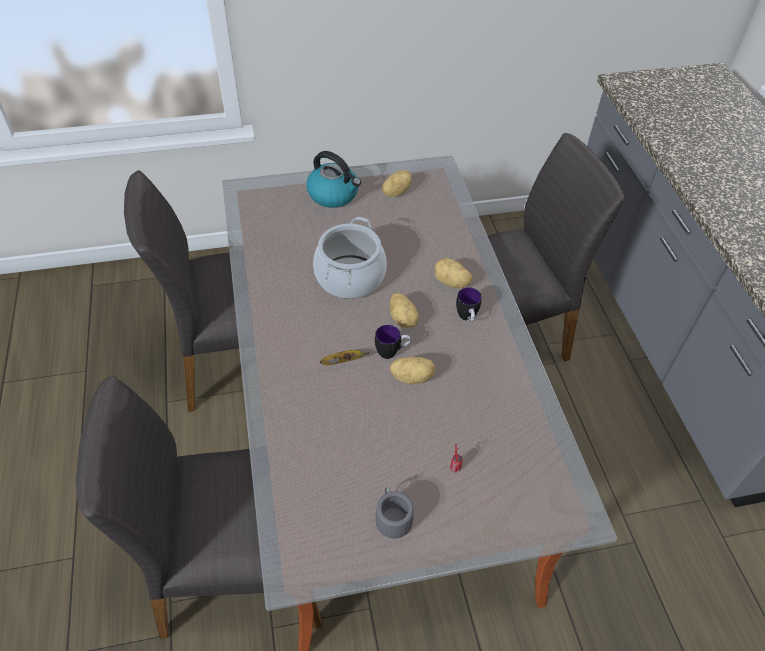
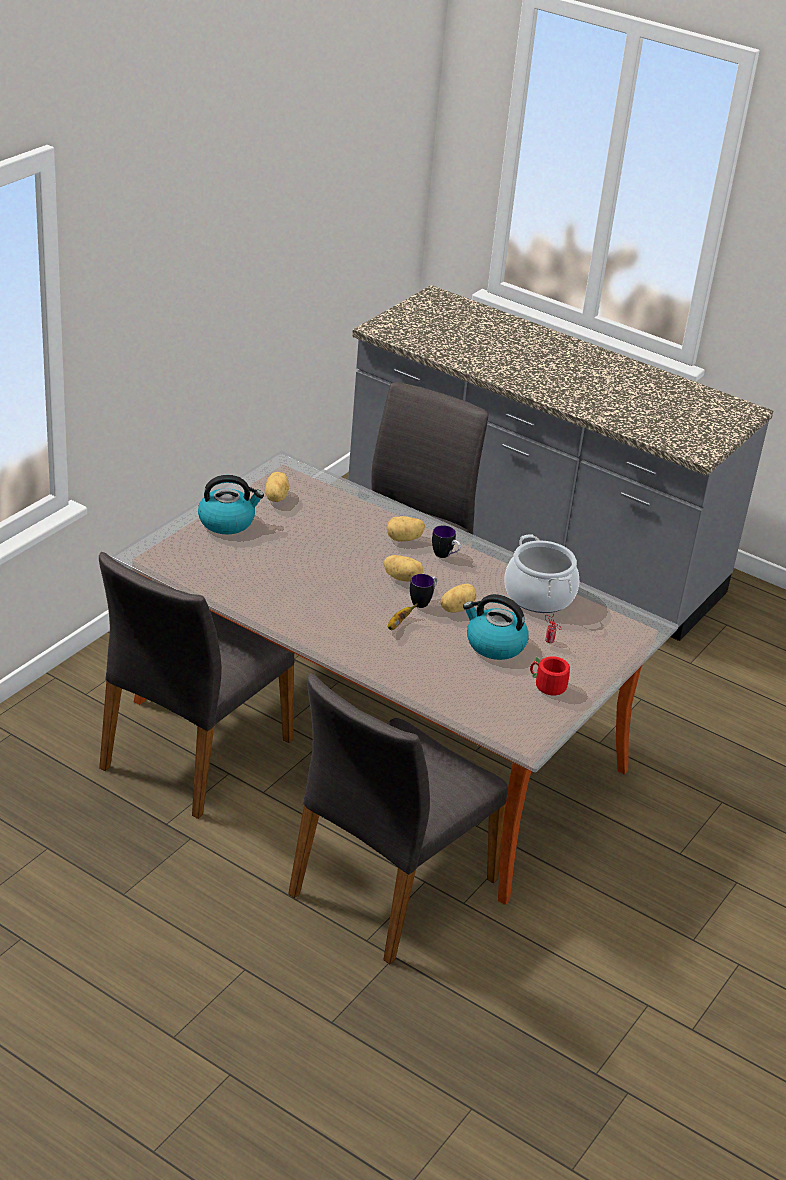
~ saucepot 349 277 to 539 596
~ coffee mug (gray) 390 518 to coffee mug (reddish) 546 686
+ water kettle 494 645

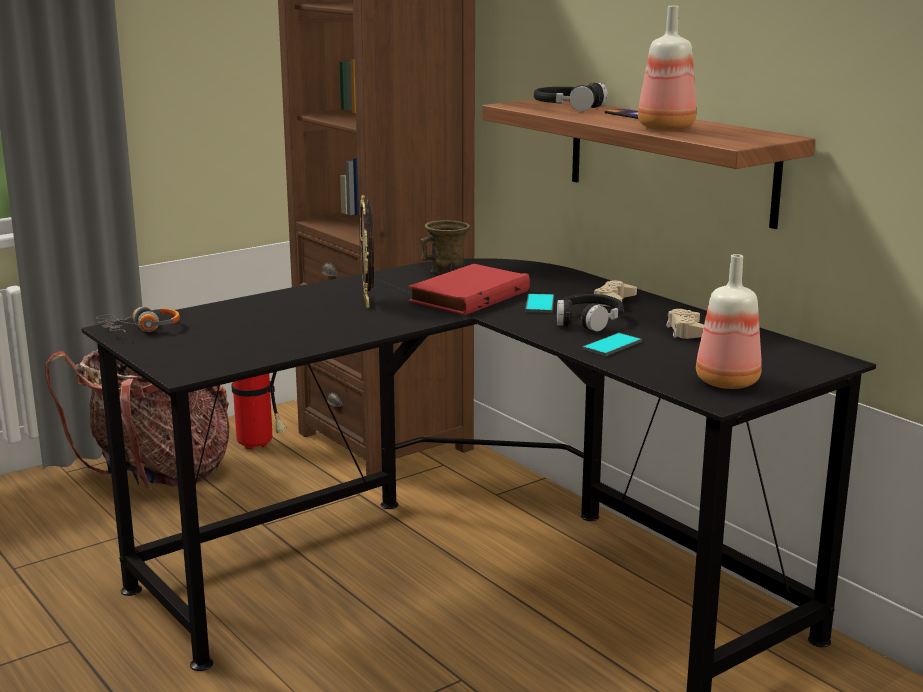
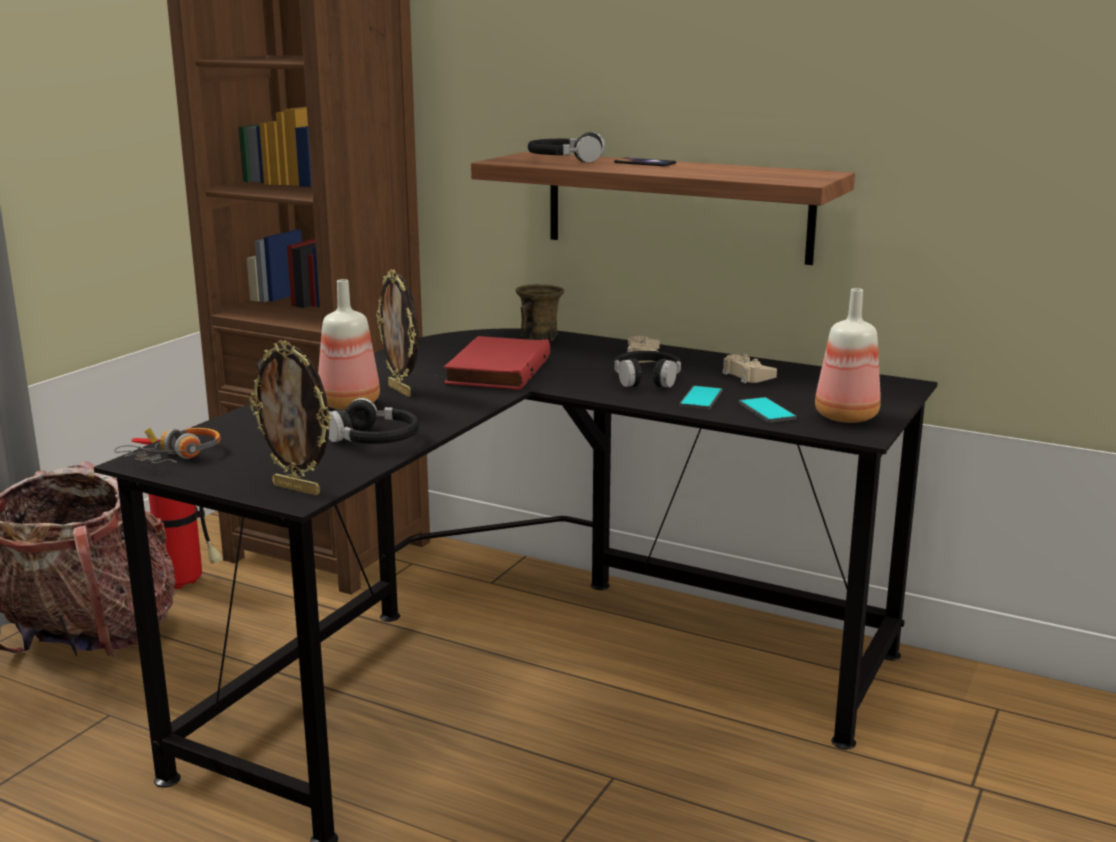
~ beverage bottle 664 128 to 347 404
~ coffee mug (brown-coloured) 447 270 to 540 337
~ handset 539 304 to 766 411
+ picture frame 298 489
+ pair of headphones (black-coloured) 374 439

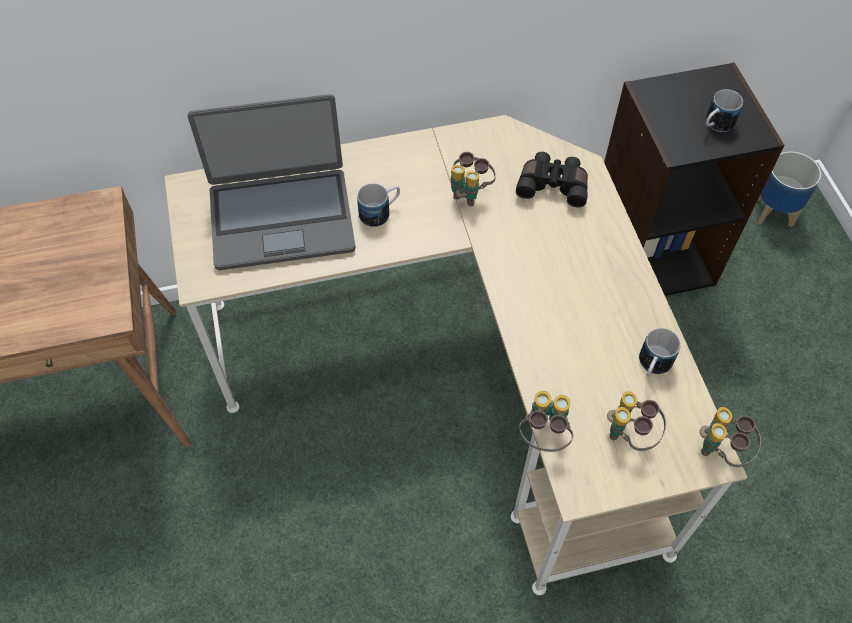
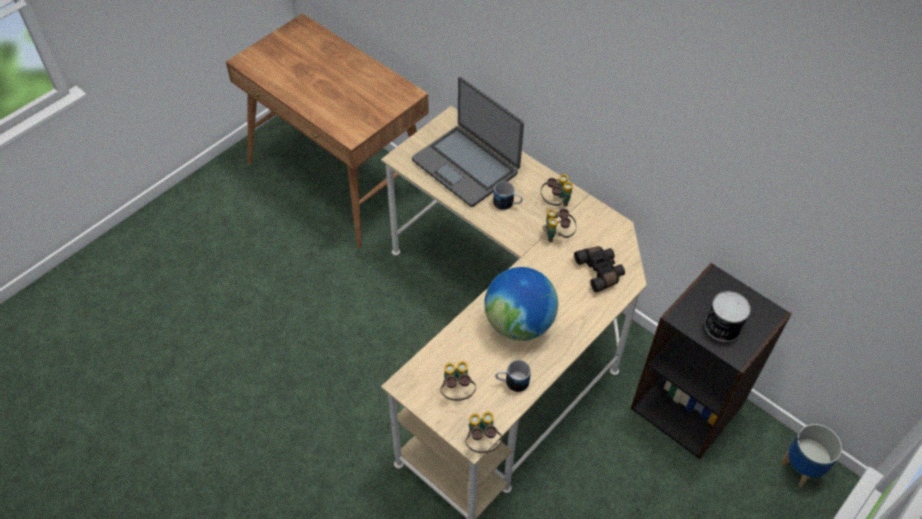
~ coffee mug 715 125 to metal can 722 327
~ pair of binoculars 544 435 to 555 203
+ desk globe 519 323

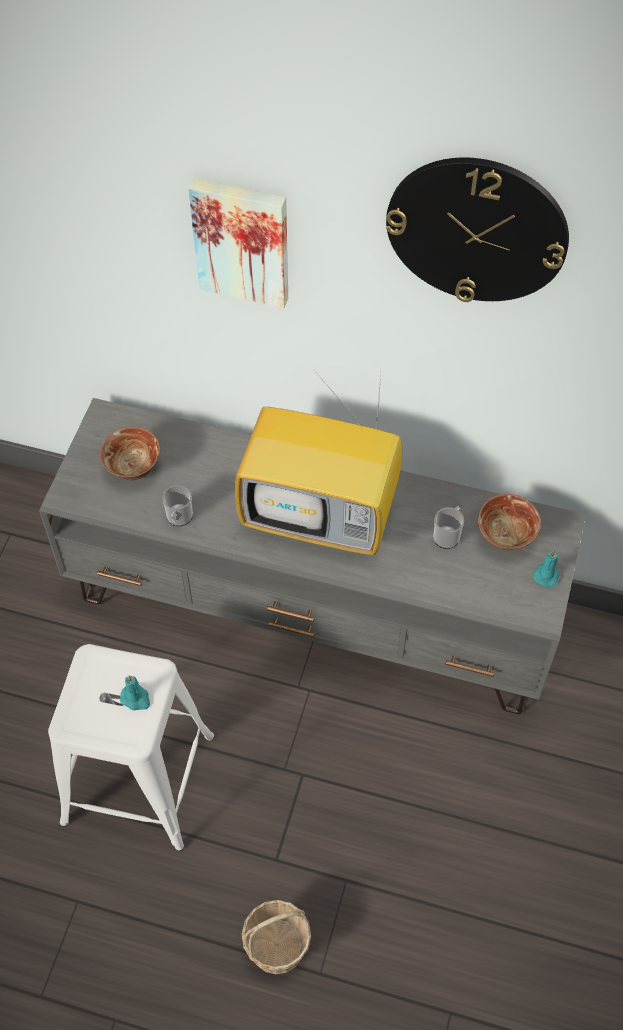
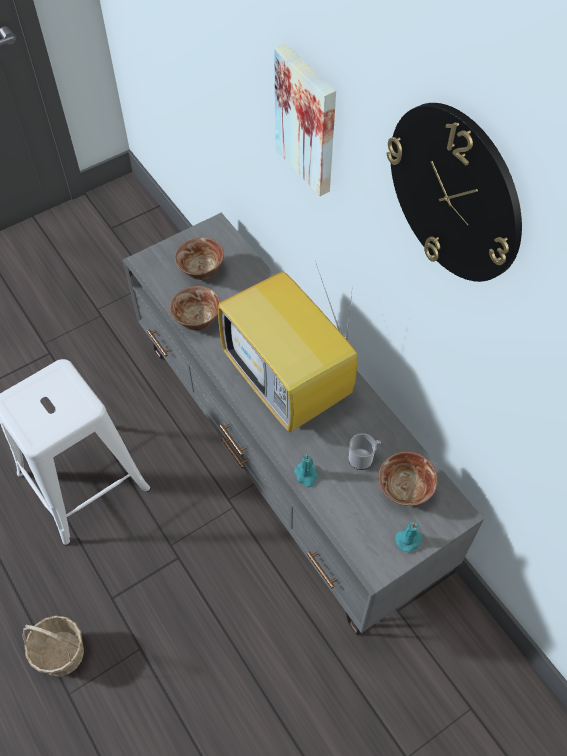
~ coffee mug 179 518 to bowl 197 321
~ candle (turquoise-coloured) 136 699 to 306 475

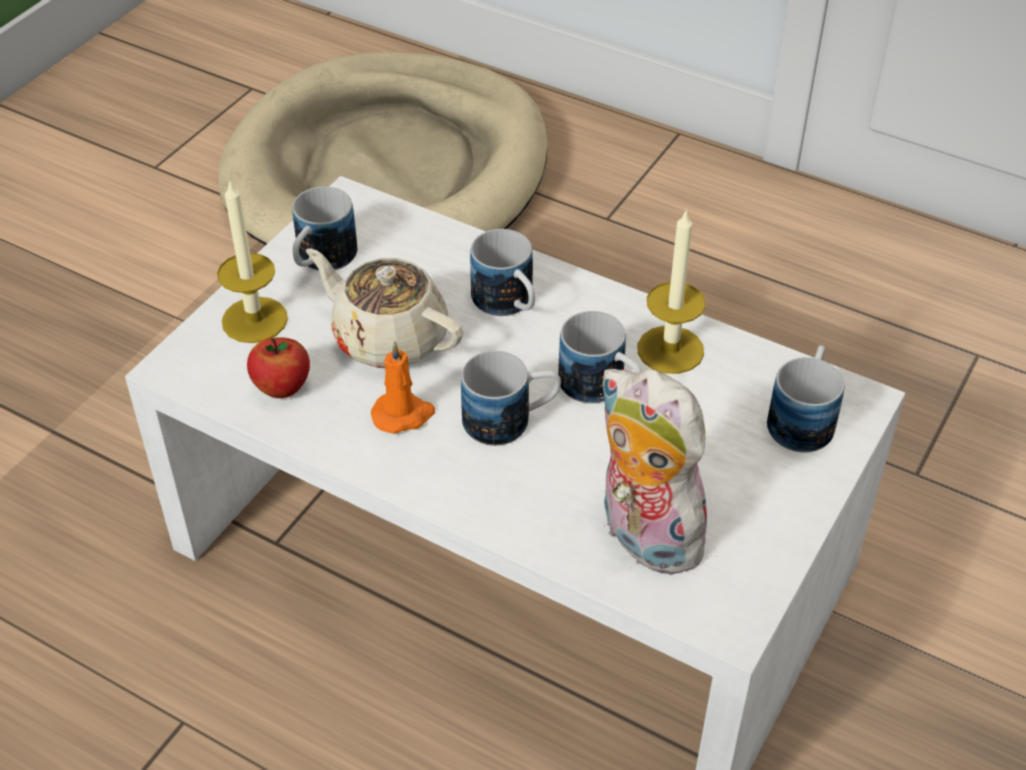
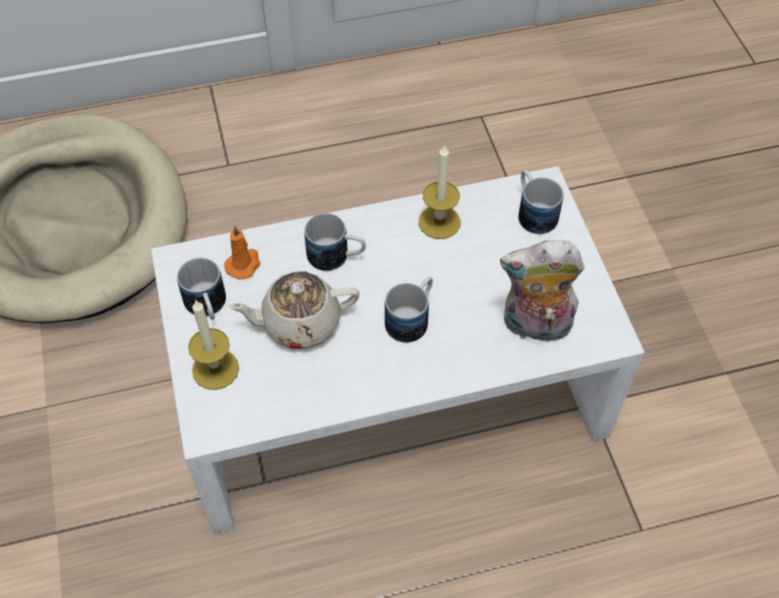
- coffee mug 602 389
- apple fruit 282 388
~ candle (orangey) 403 415 to 244 264

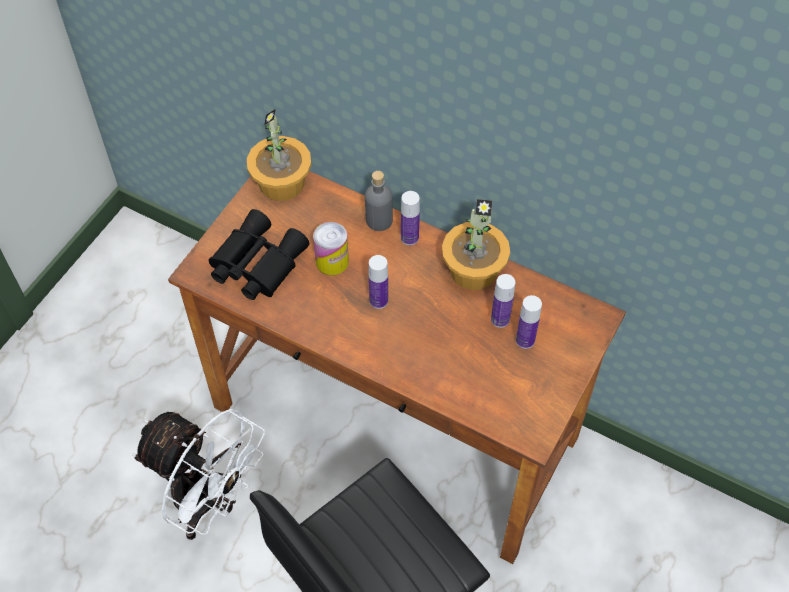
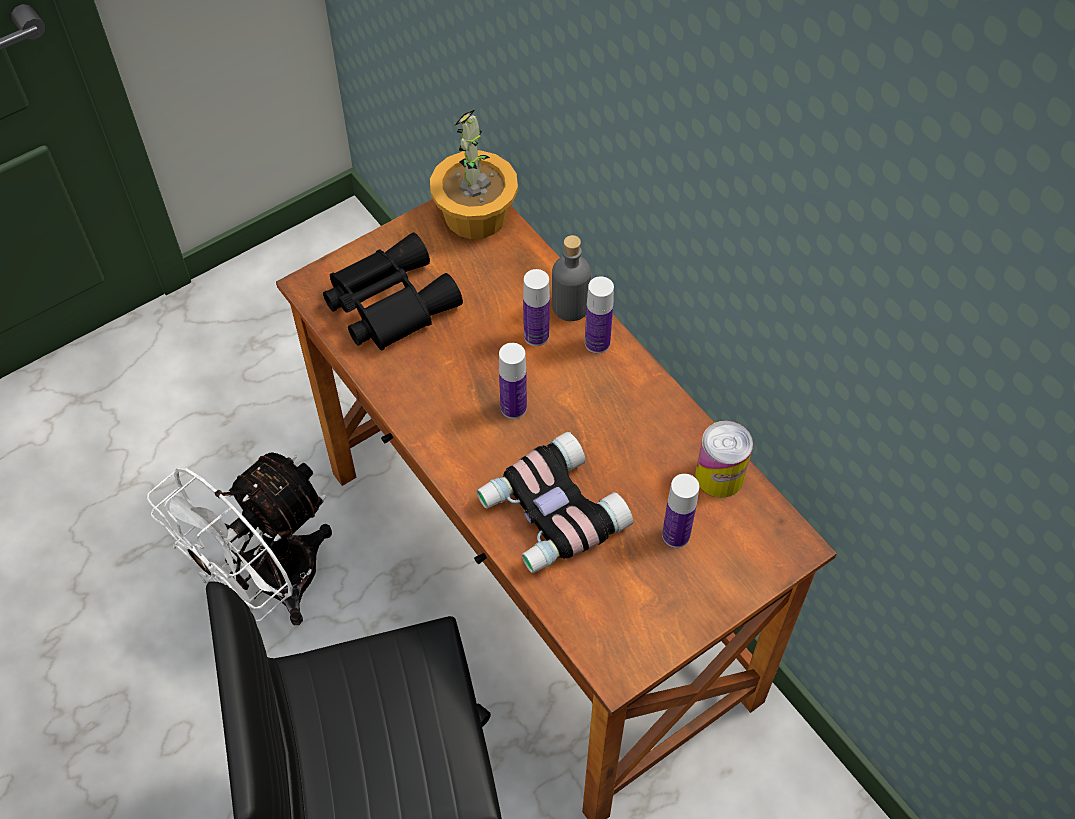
- potted plant 473 269
~ metal can 332 261 to 719 476
~ beverage bottle 500 319 to 536 336
~ electric fan (whitish) 209 502 = 269 584 75 degrees clockwise
+ pair of binoculars 550 514

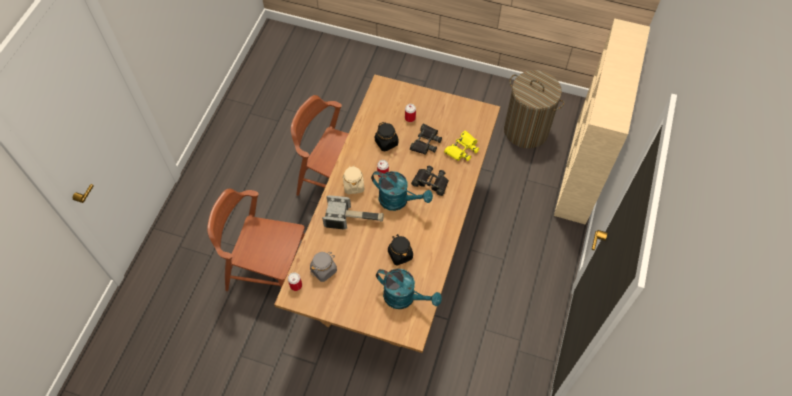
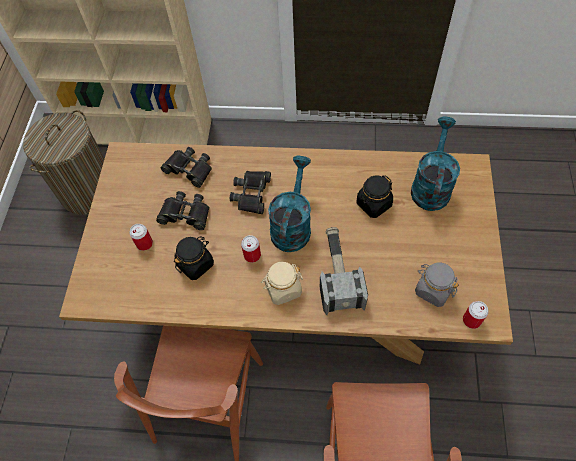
~ pair of binoculars (yellow) 462 149 to pair of binoculars (black-coloured) 189 169

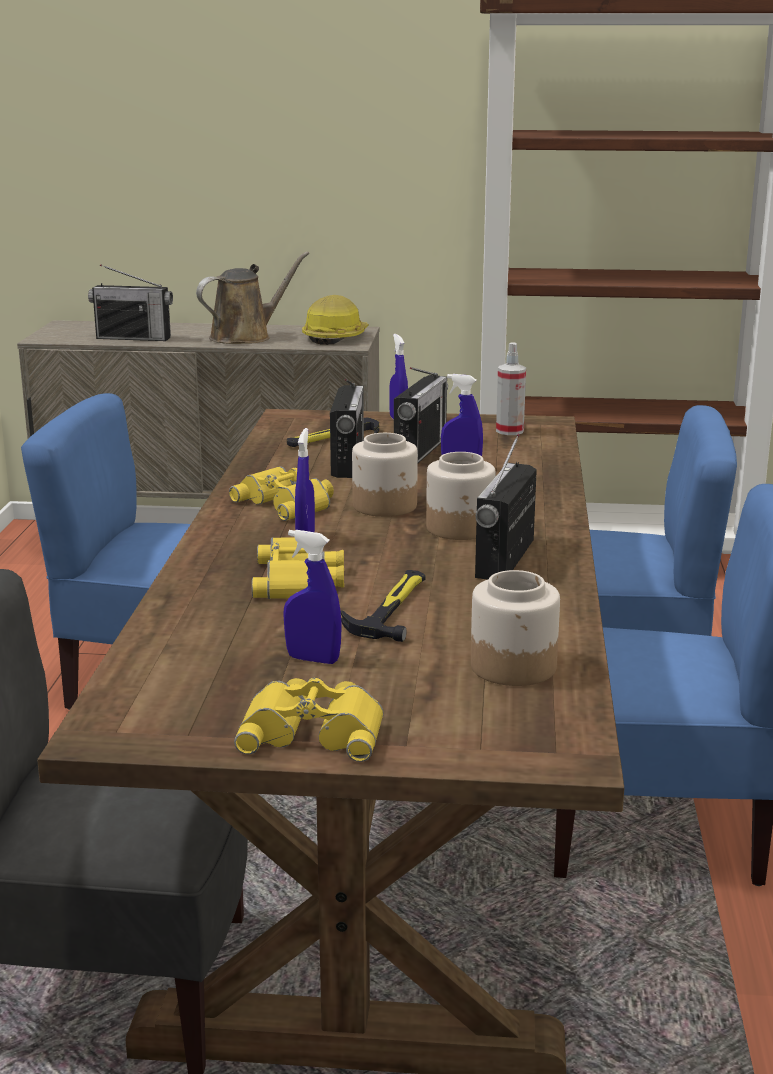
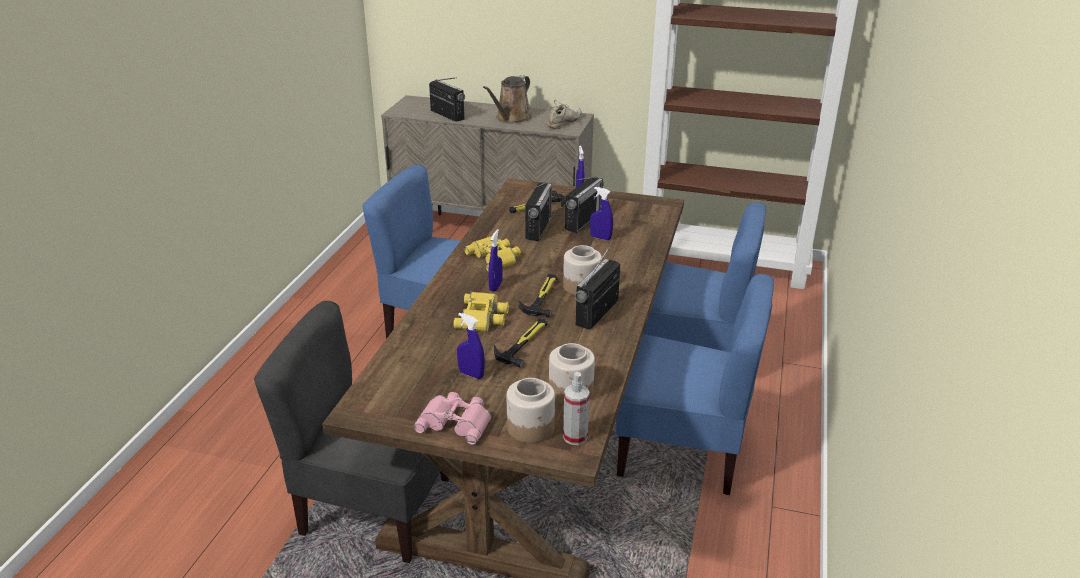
~ watering pot (brown-coloured) 245 337 = 511 118 150 degrees clockwise
~ radio set 134 338 = 447 115 150 degrees counterclockwise
~ work helmet 335 337 to shoe (beige-coloured) 564 122
~ spray bottle 509 431 to 575 437
~ jar 385 506 to 531 428
~ pair of binoculars (yellow) 314 730 to pair of binoculars (pinkish) 456 422
+ tool hammer 542 297

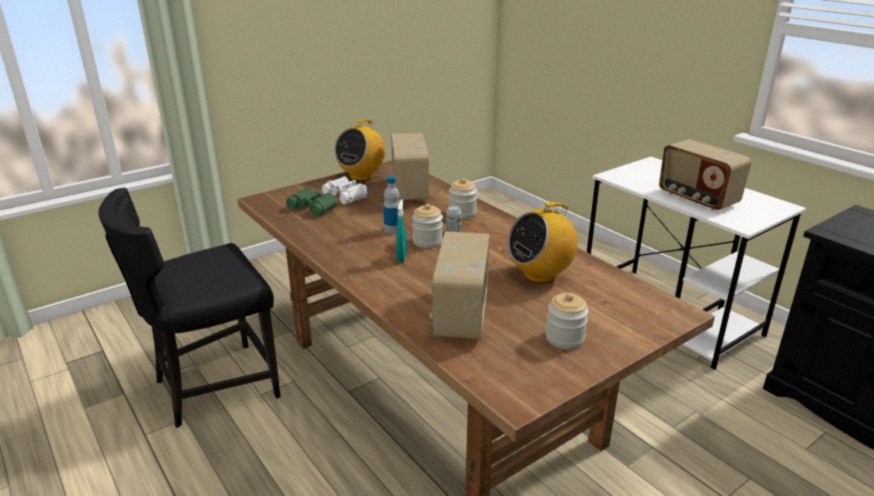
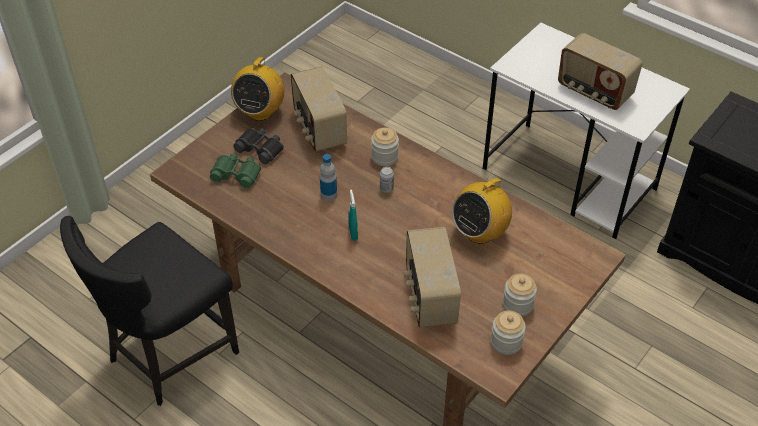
~ pair of binoculars (whitish) 347 195 to pair of binoculars (black-coloured) 260 149
~ jar 427 241 to 506 342

